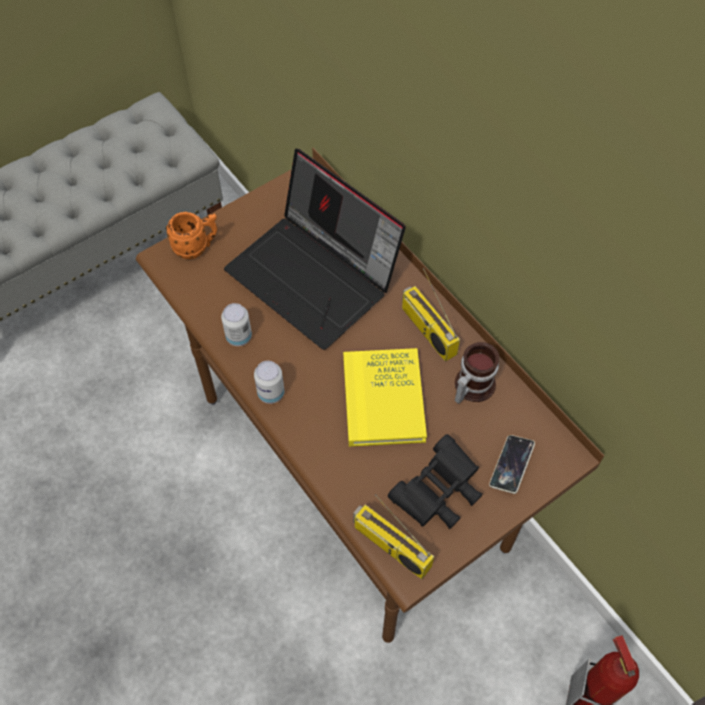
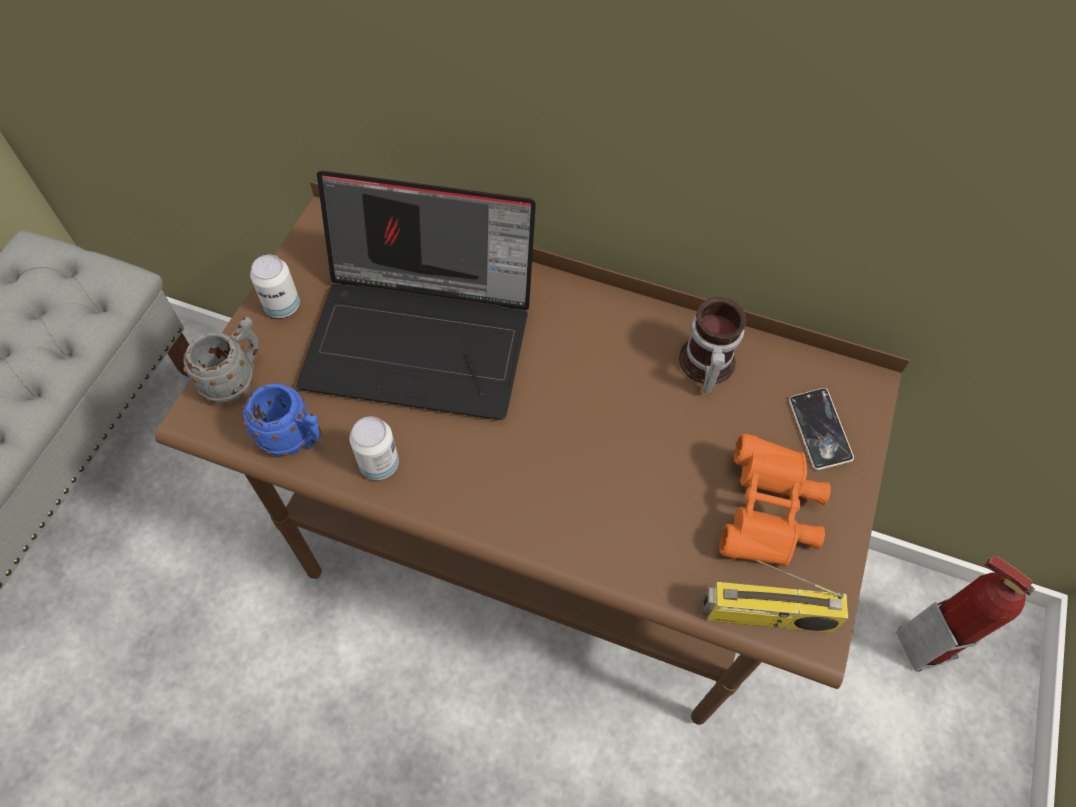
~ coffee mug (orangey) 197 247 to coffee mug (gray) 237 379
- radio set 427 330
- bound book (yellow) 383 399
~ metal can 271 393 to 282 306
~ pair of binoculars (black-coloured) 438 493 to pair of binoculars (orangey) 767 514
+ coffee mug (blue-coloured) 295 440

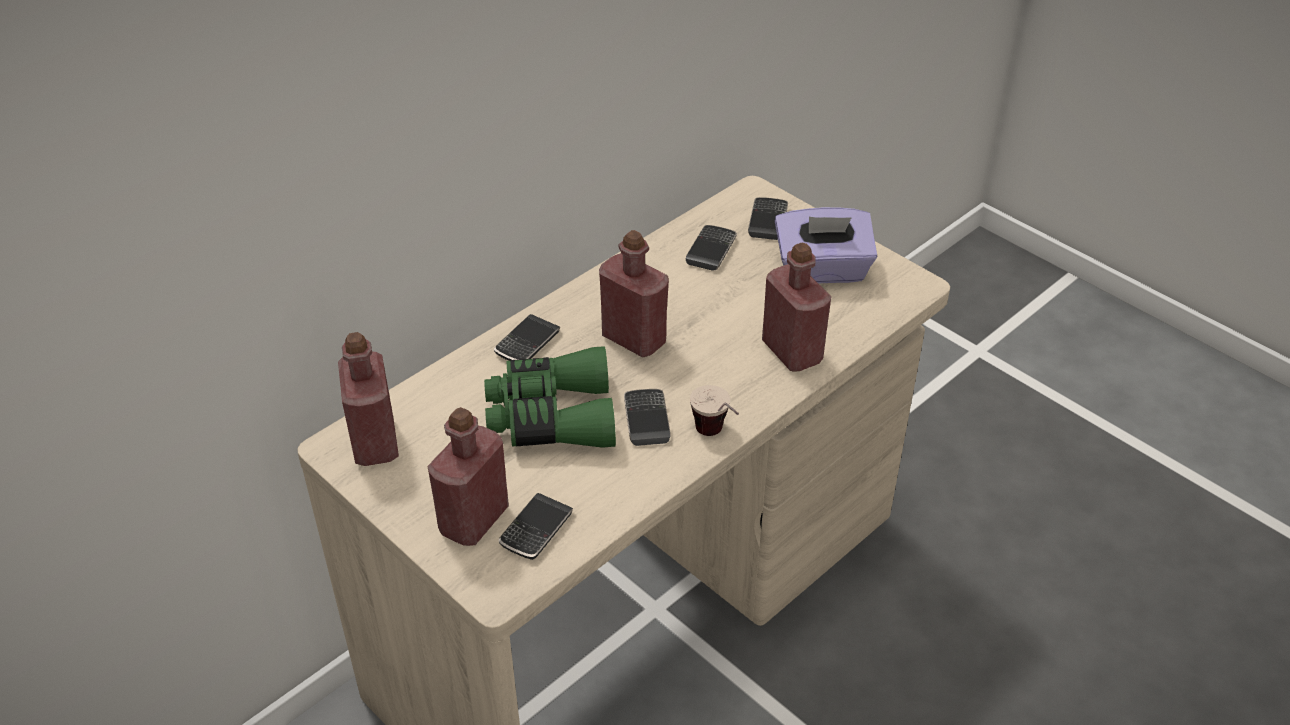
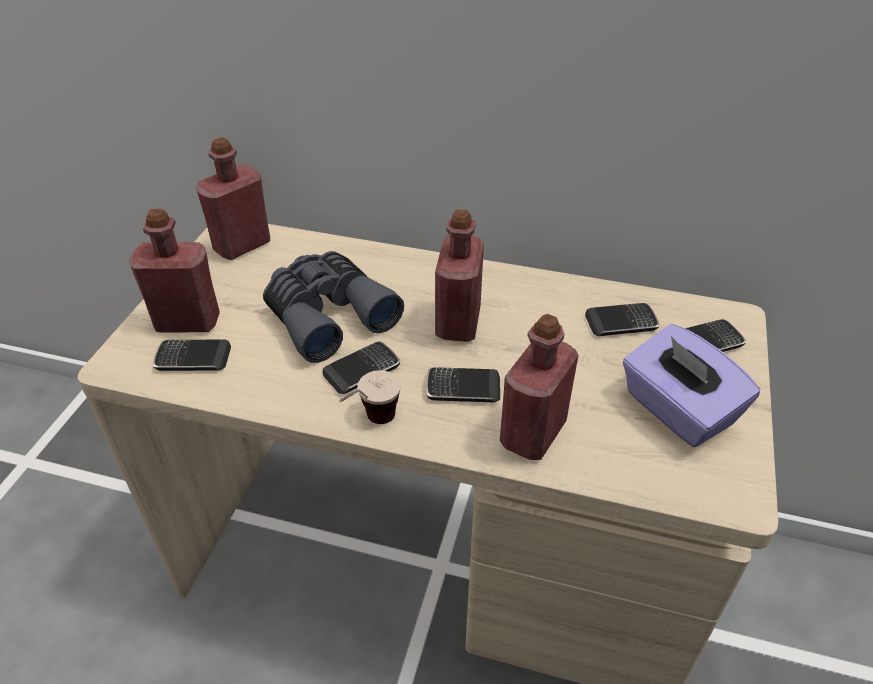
~ handset 527 343 to 462 388
~ pair of binoculars (green) 551 416 to pair of binoculars (gray) 327 315

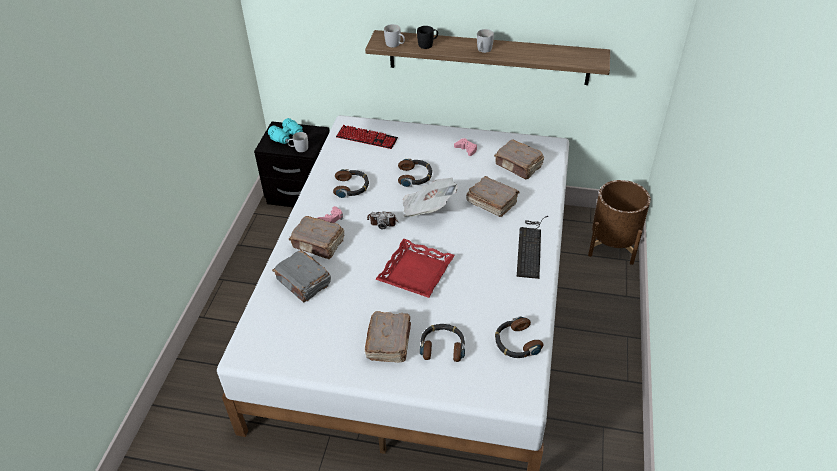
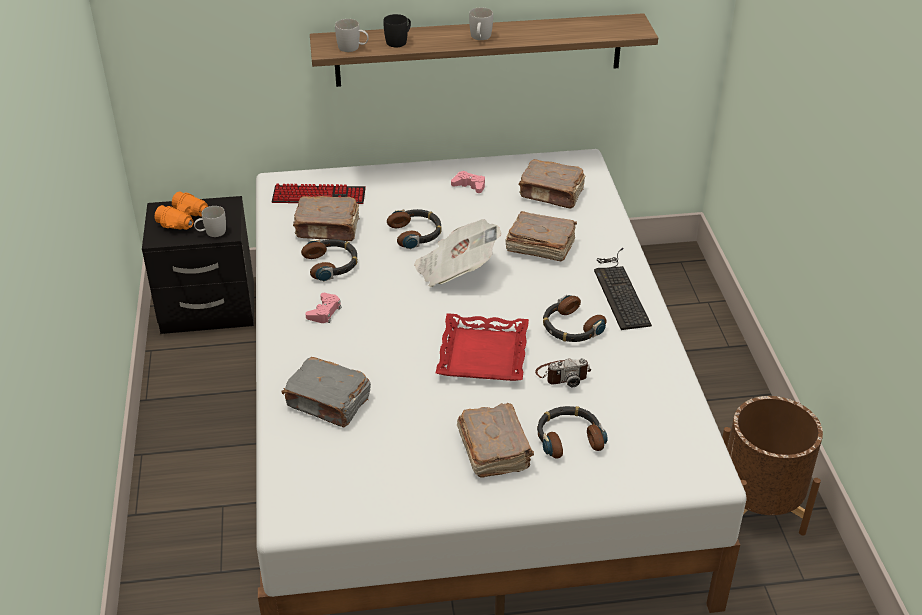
~ pair of binoculars (turquoise-coloured) 287 137 to pair of binoculars (orangey) 185 220
~ flower pot (brown-coloured) 612 245 to 758 506
~ still camera 383 221 to 562 374
~ bound book (brown-coloured) 318 244 to 328 229
~ pair of headphones 516 343 to 571 327

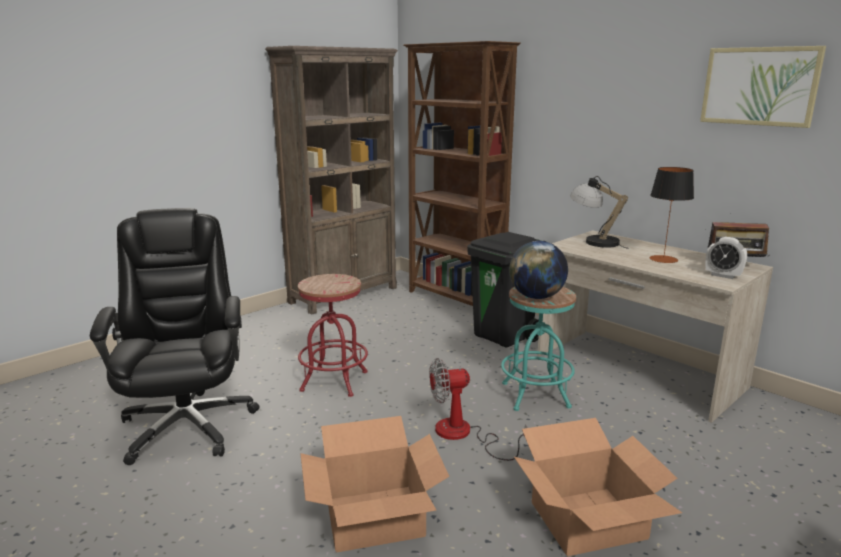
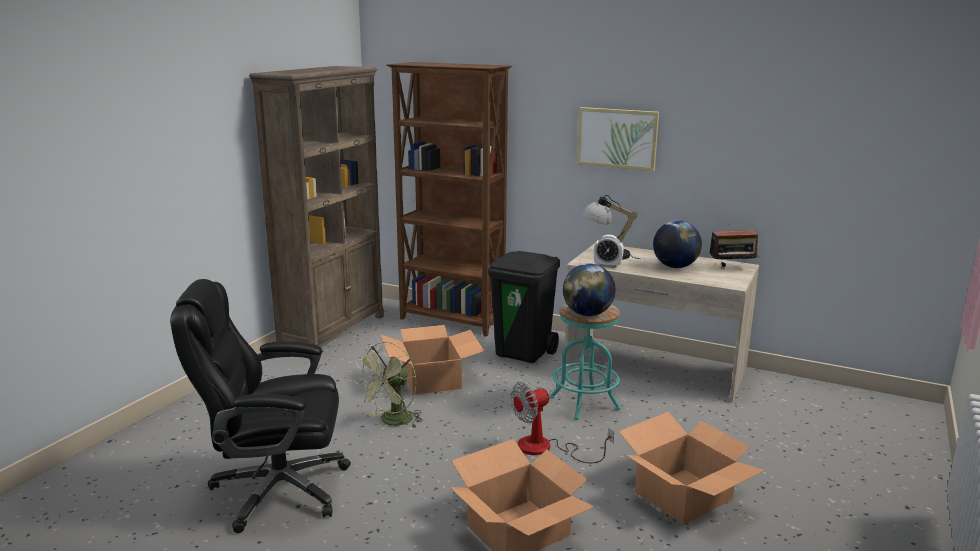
~ picture 759 86 to 617 138
~ tabletop lamp 663 259 to desk globe 675 267
~ office chair (black-coloured) 188 424 = 276 490 60 degrees counterclockwise
~ table clock 723 275 to 607 265
~ stool (reddish) 334 381 to electric fan (green) 392 422
+ packing box 432 379

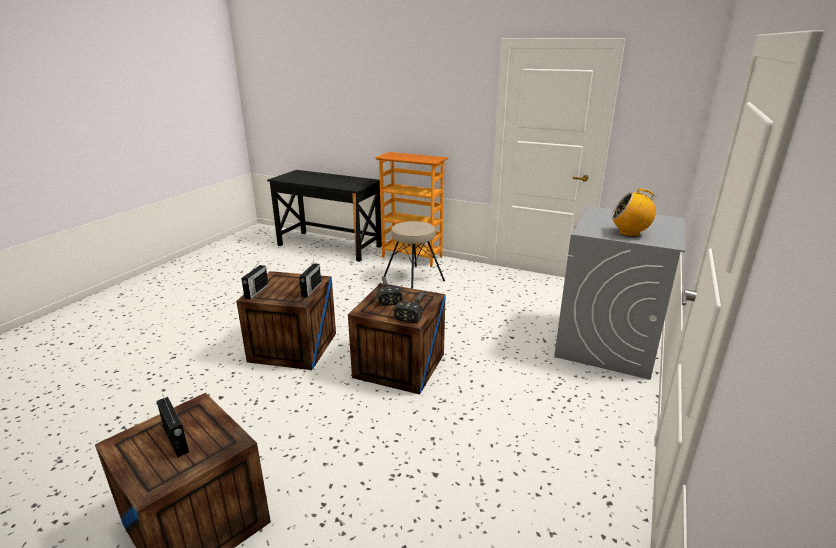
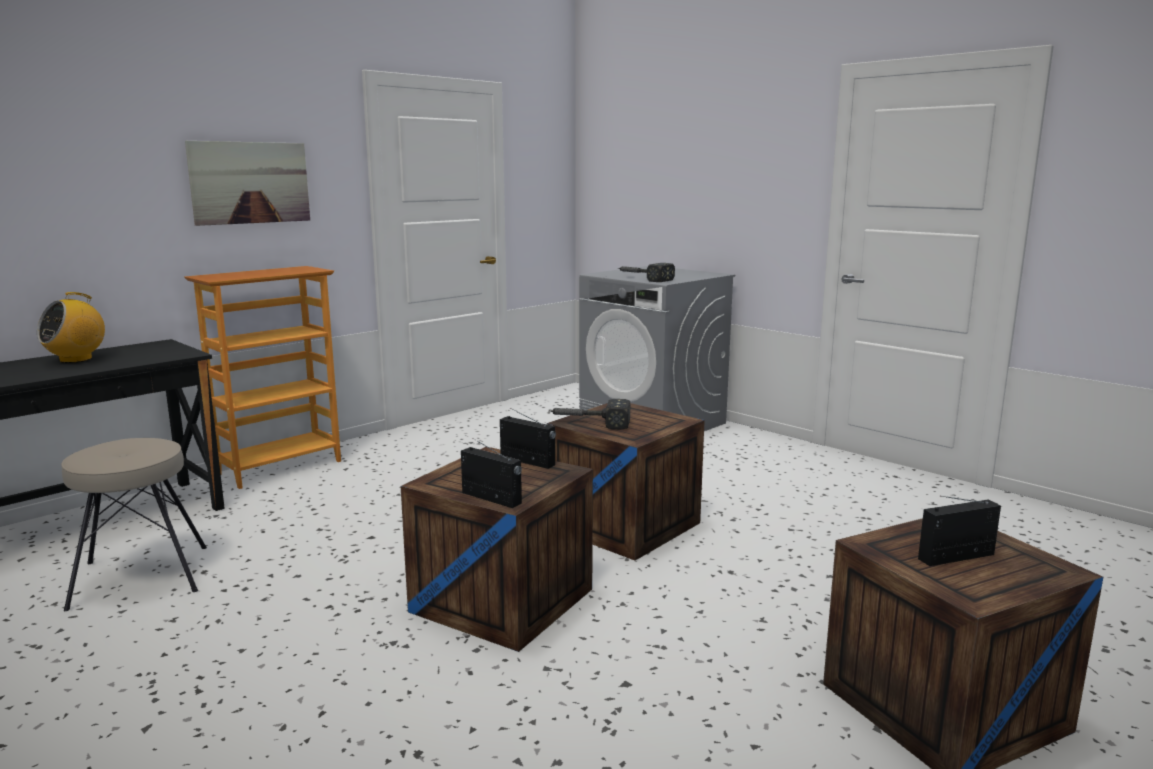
~ radio set 629 233 to 76 359
~ stool (beige-coloured) 413 278 to 140 577
~ tool hammer 415 309 to 642 278
+ picture 250 182

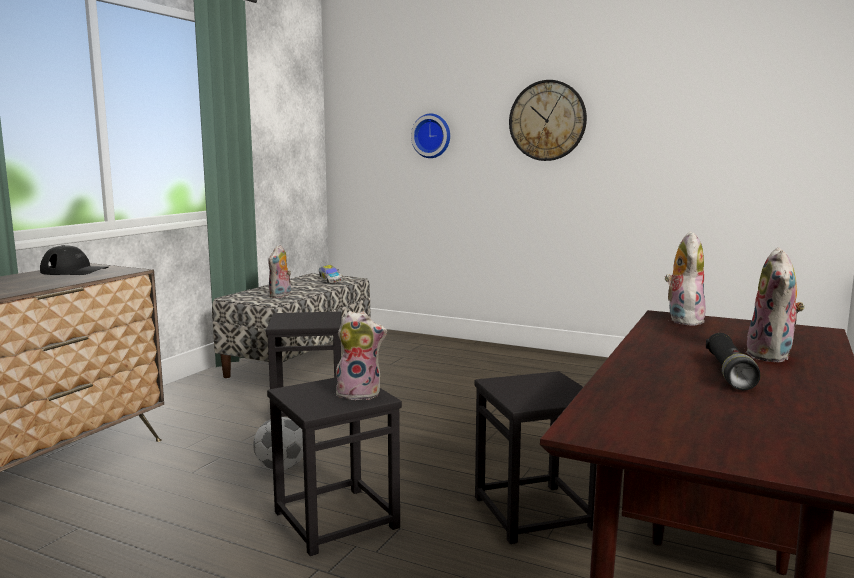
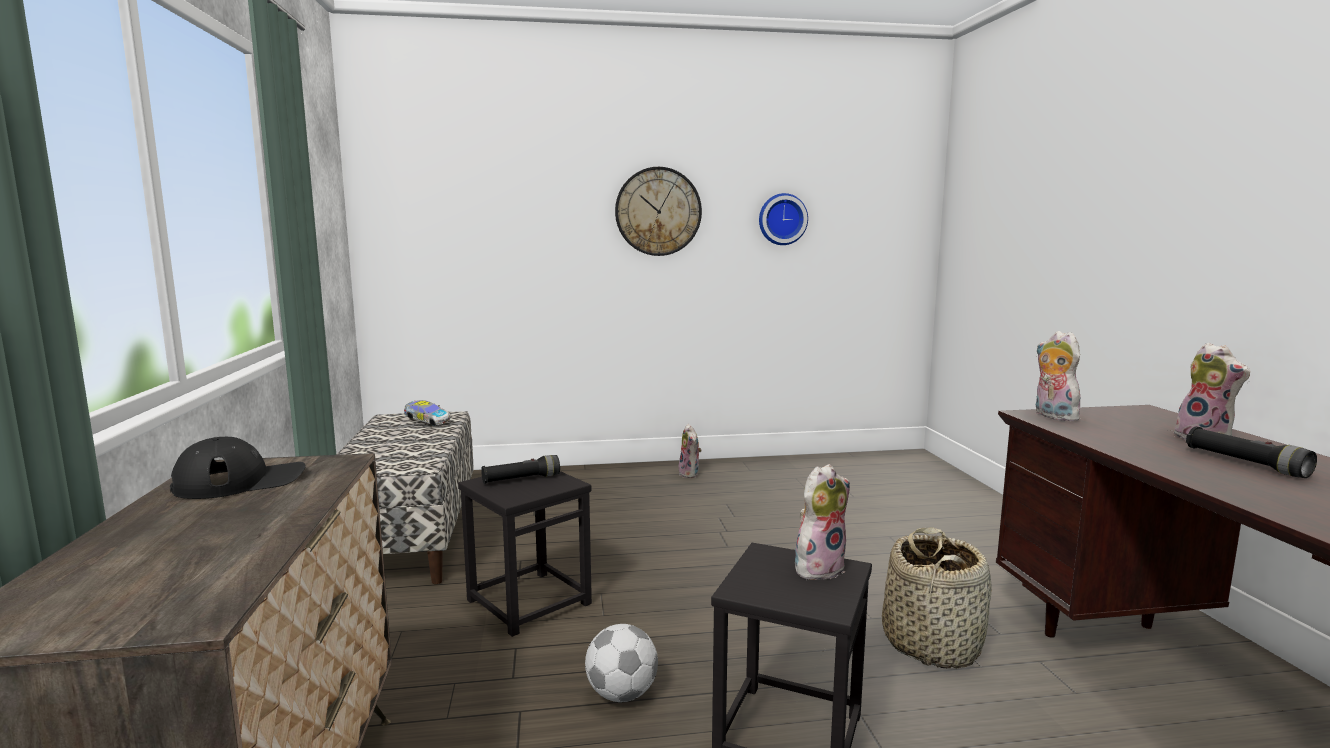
~ wall clock 432 136 to 782 219
~ cuddly toy 281 296 to 690 474
~ stool (black-coloured) 535 512 to storage basket 932 644
+ flashlight (black-coloured) 521 479

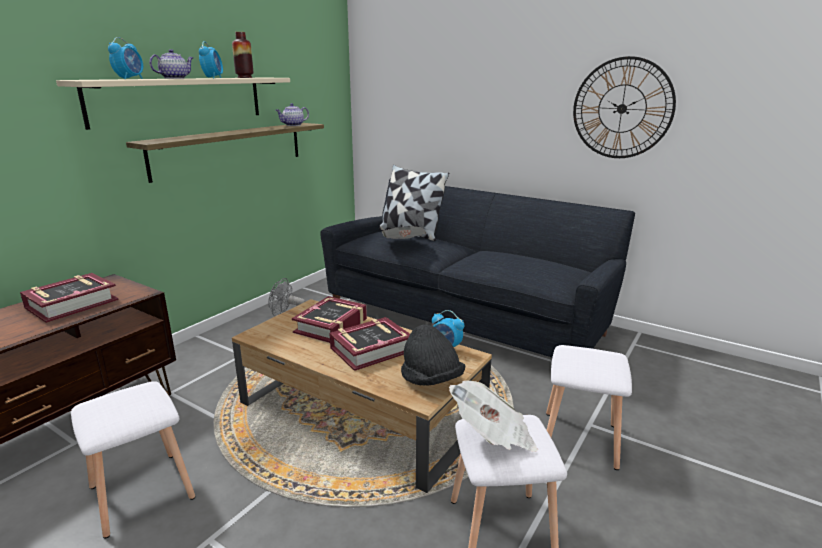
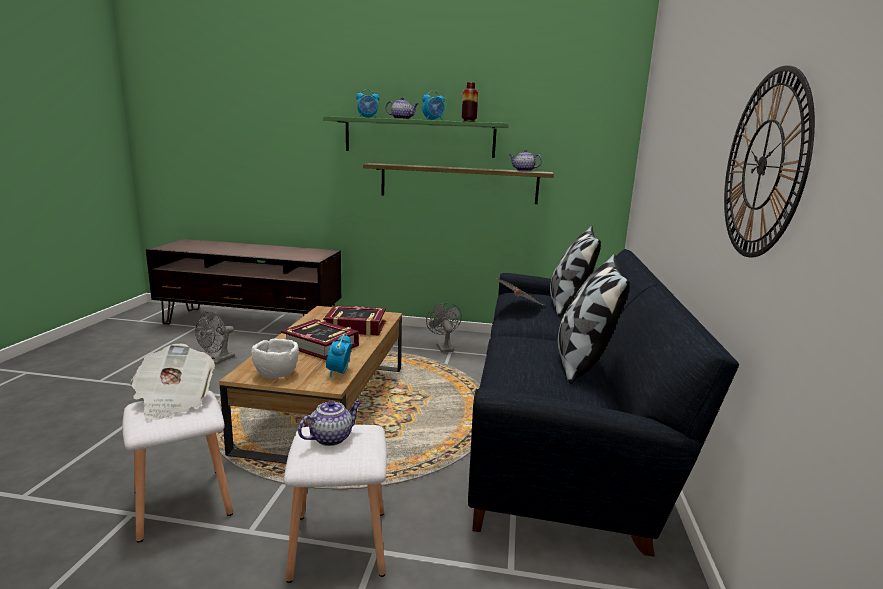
~ bracket shelf (beige-coloured) 181 100 to bracket shelf (green) 419 137
- bound book 72 304
~ wearable hat (black-coloured) 431 380 to bowl (whitish) 277 374
~ stool (whitish) 143 491 to electric fan (gray) 217 360
+ cushion 582 363
+ teapot 331 438

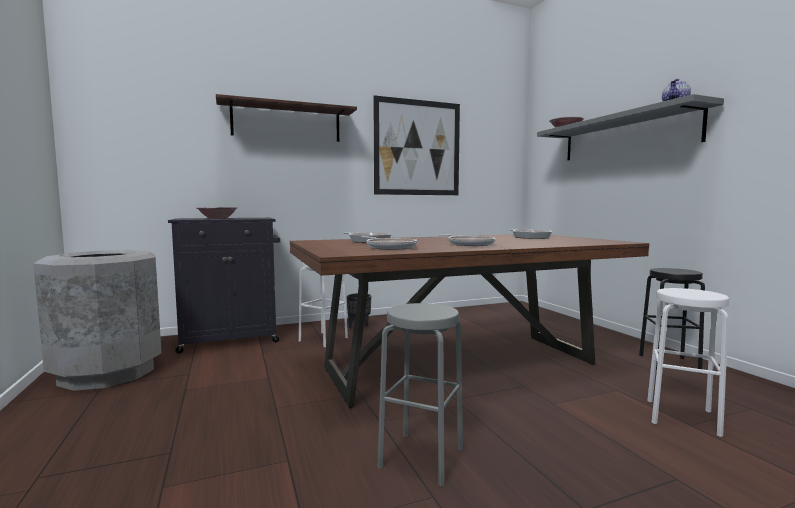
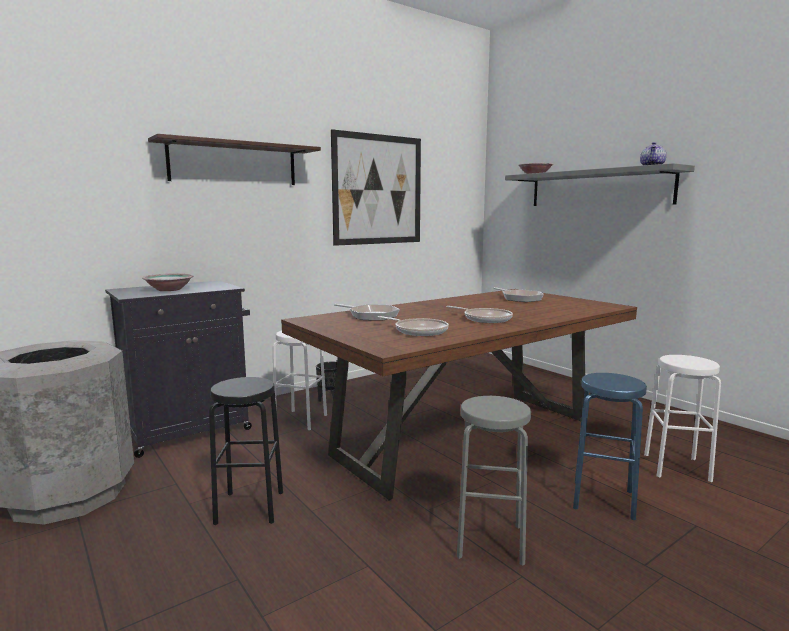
~ stool (black-coloured) 668 363 to 249 507
+ stool (blue-coloured) 603 500

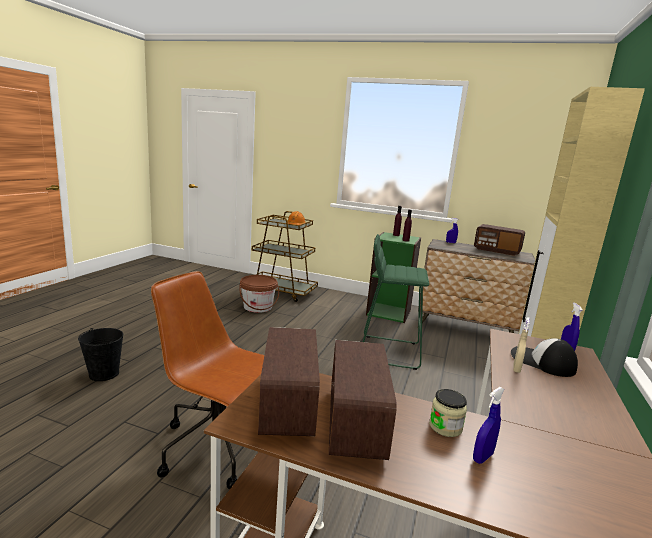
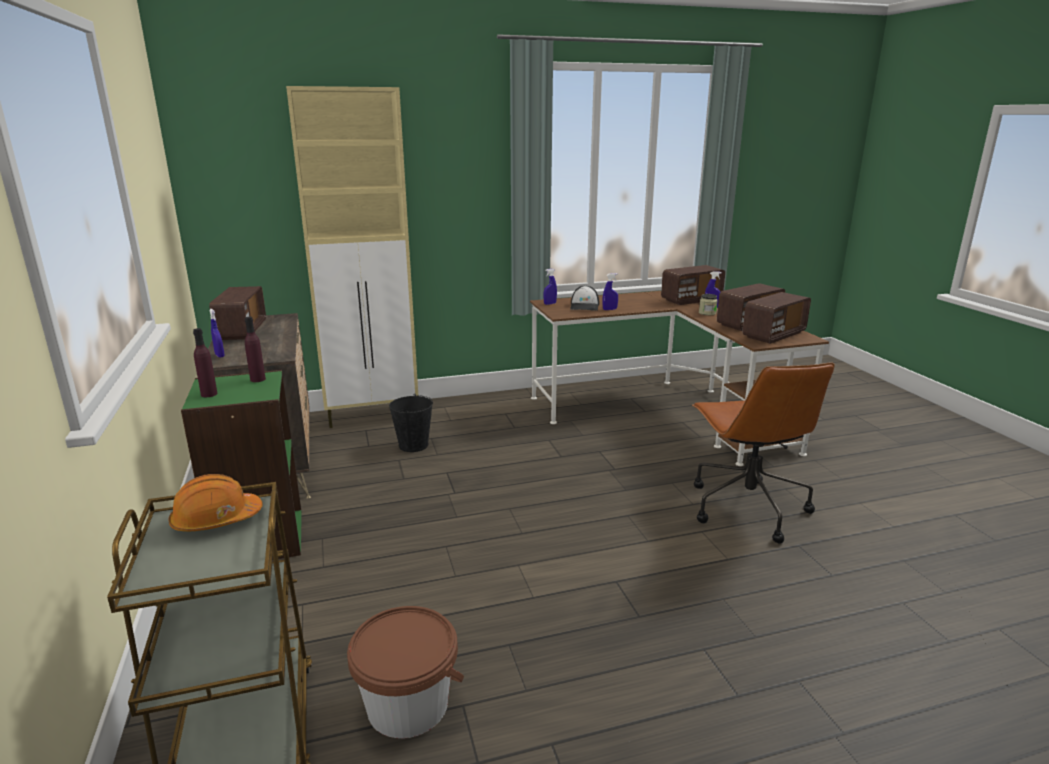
- stool (green) 389 351
~ spray bottle (beige-coloured) 516 369 to spray bottle (blue-coloured) 609 309
~ bucket (black-coloured) 104 373 to 413 445
+ radio set 691 300

